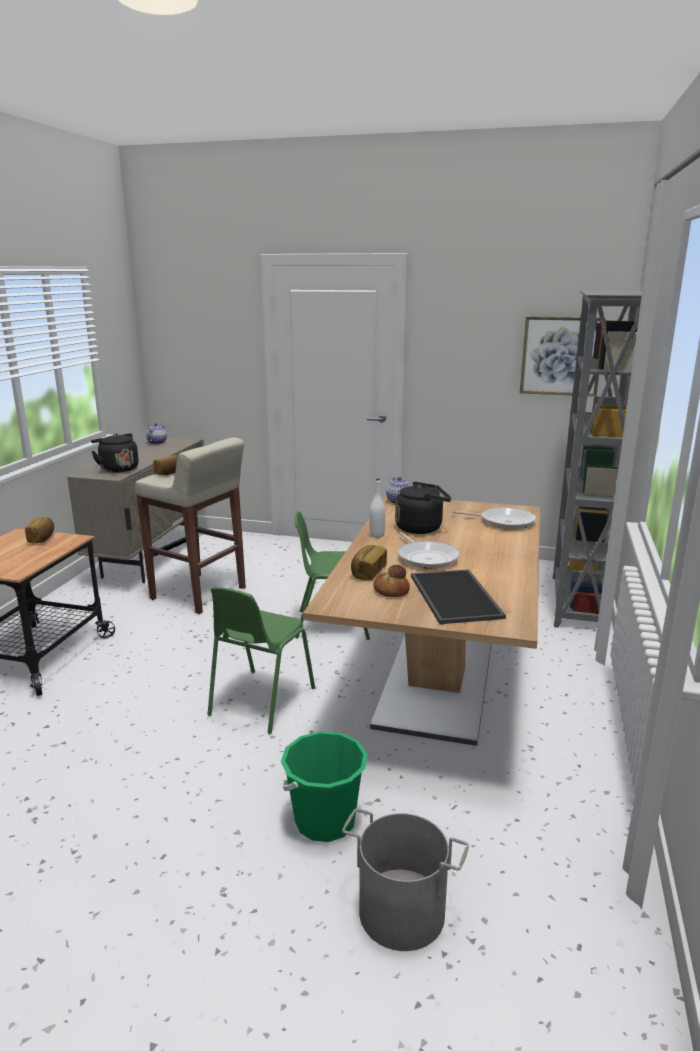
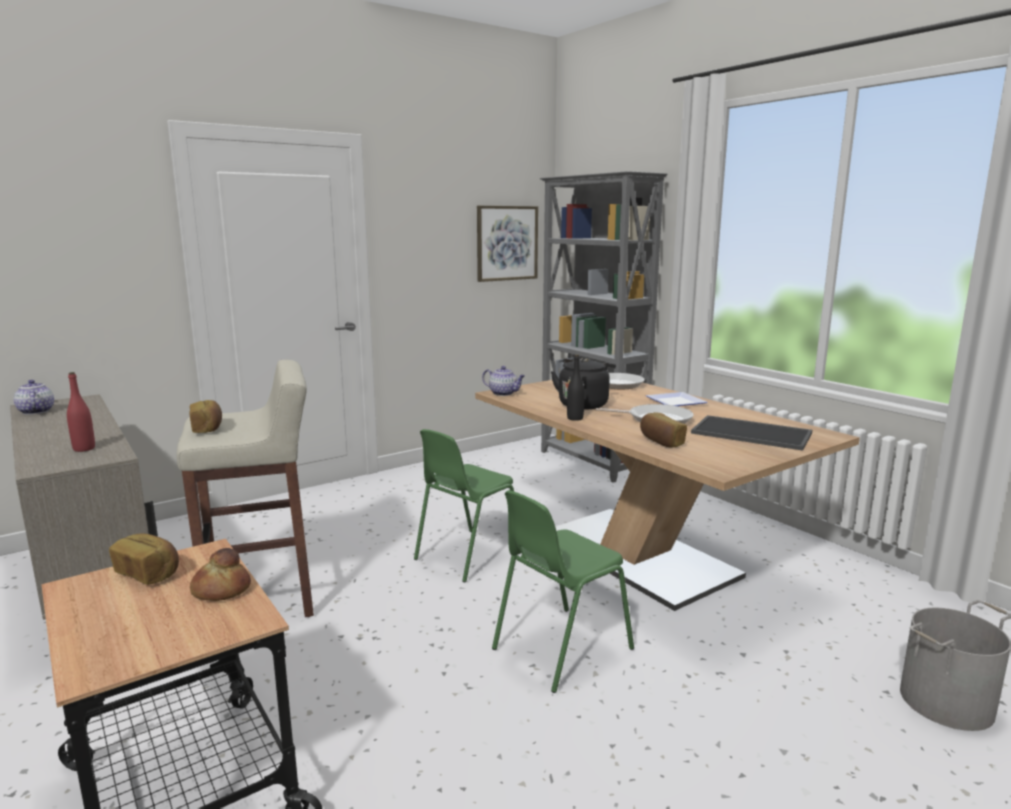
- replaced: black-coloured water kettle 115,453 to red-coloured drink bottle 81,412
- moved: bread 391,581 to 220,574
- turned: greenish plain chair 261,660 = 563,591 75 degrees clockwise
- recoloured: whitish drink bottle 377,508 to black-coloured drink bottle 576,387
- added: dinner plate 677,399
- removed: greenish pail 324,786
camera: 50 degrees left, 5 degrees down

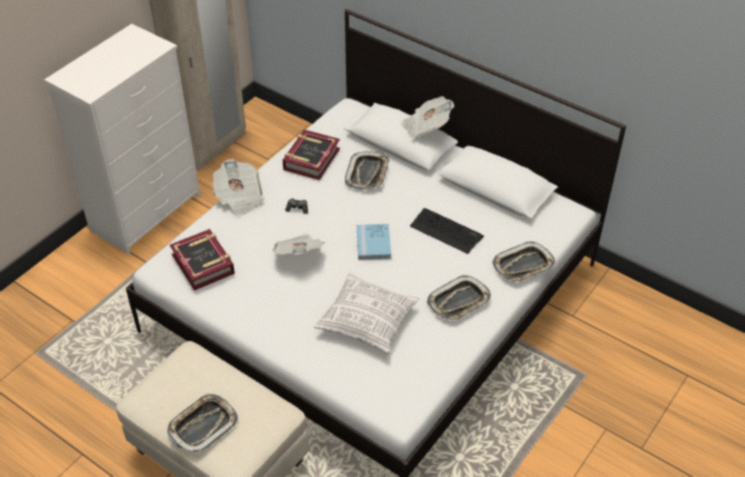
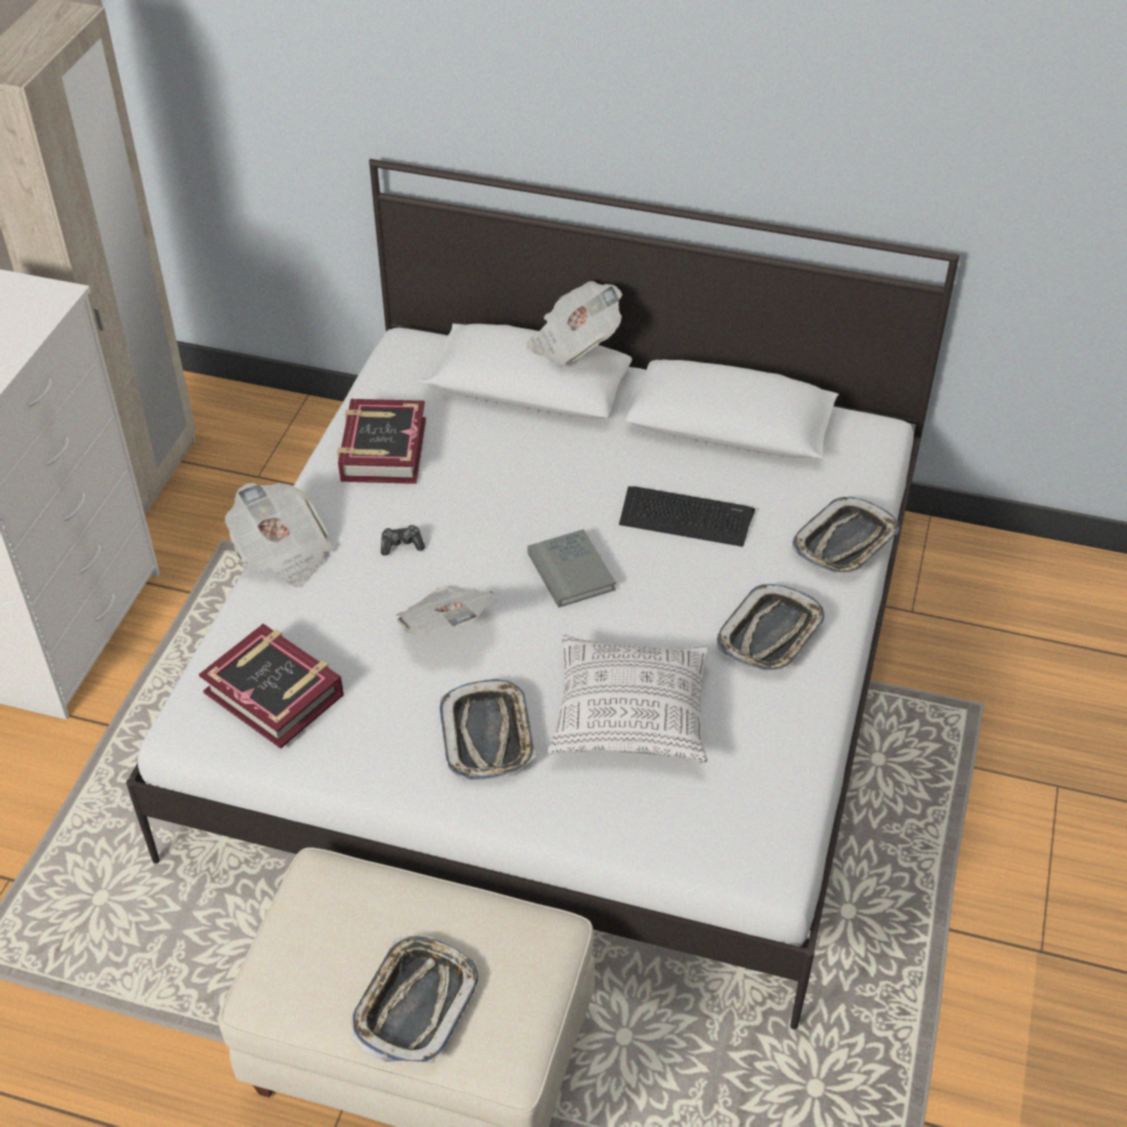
- moved: carrying tray 367,170 to 488,729
- recoloured: bluish volume 374,242 to grey volume 572,568
camera: 20 degrees left, 0 degrees up

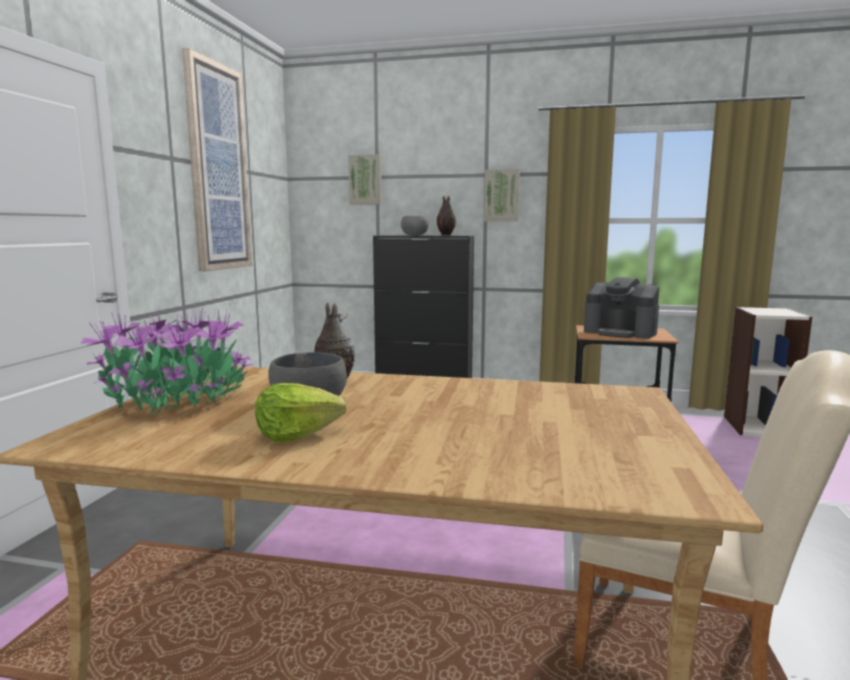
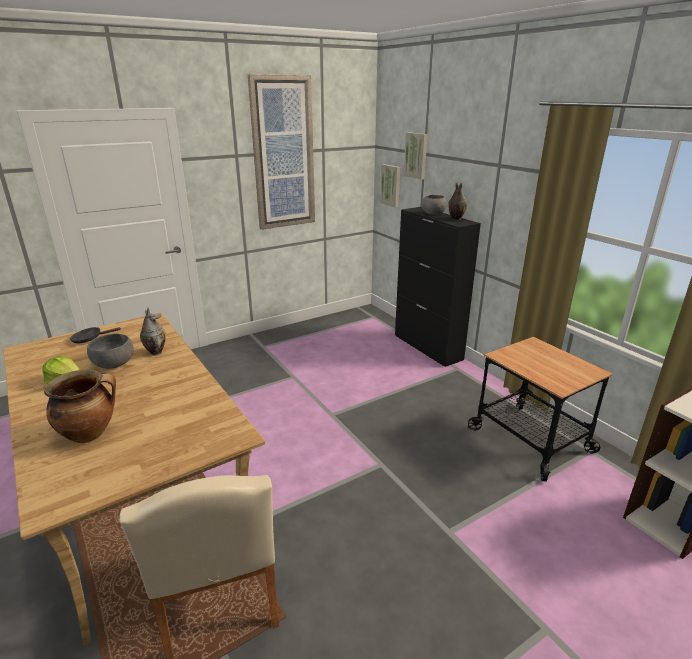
- added: cooking pot 80,406
- replaced: houseplant 167,361 to black-coloured pan 95,335
- moved: picture 502,195 to 390,186
- removed: coffee brewer 621,308
camera: 45 degrees right, 15 degrees up

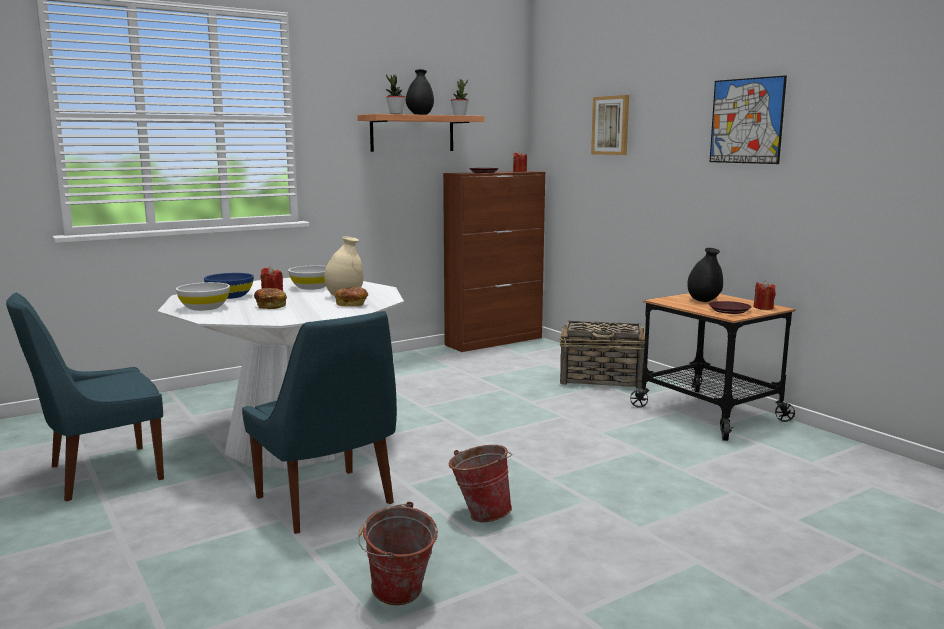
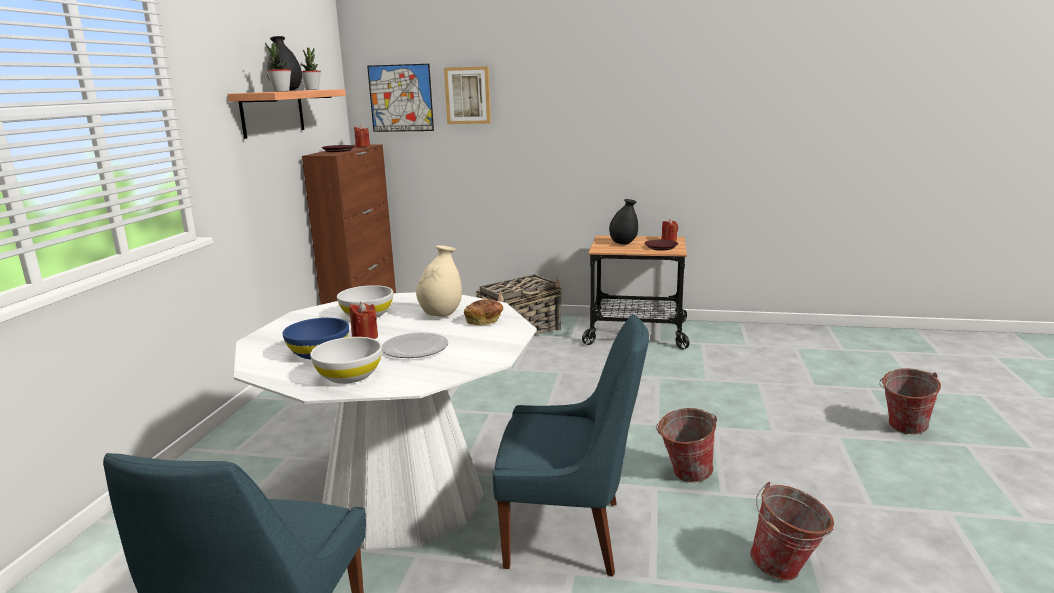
- moved: picture 748,119 to 400,98
- replaced: bread 270,298 to dinner plate 415,345
- added: pail 910,401
camera: 45 degrees left, 5 degrees up

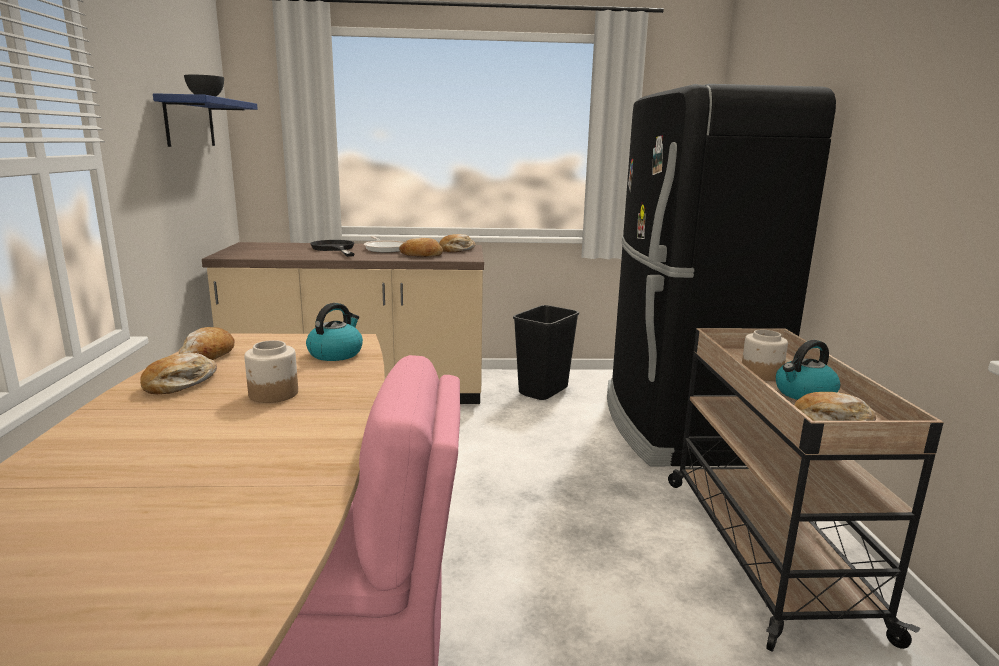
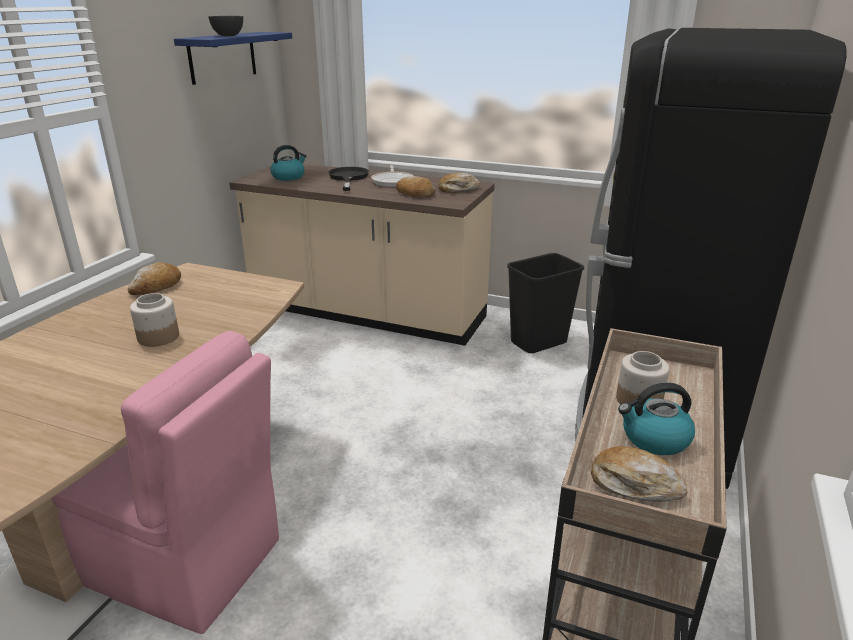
- moved: water kettle 334,332 to 288,163
- removed: bread 178,373
camera: 25 degrees right, 10 degrees up

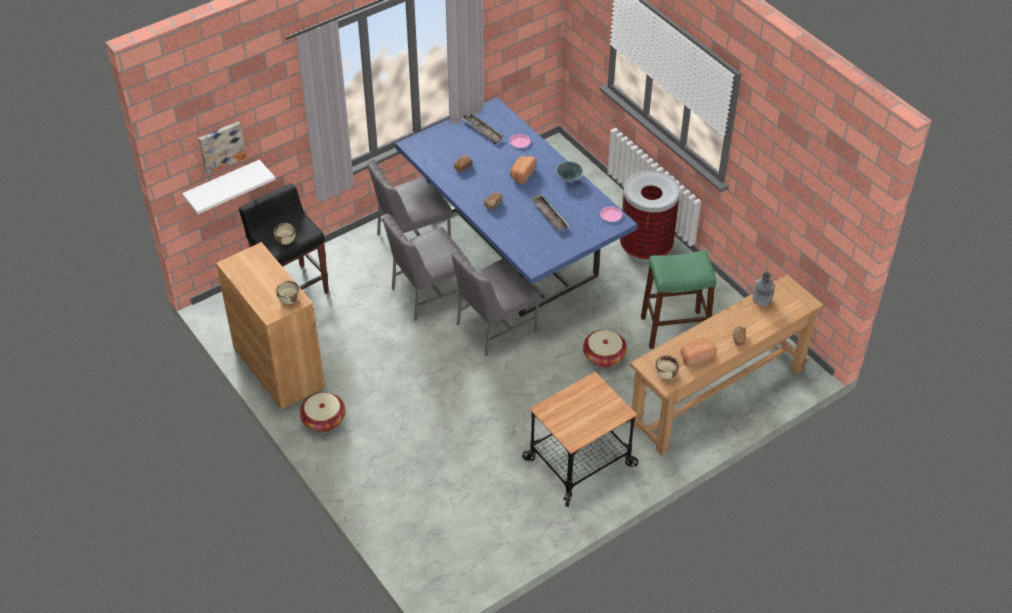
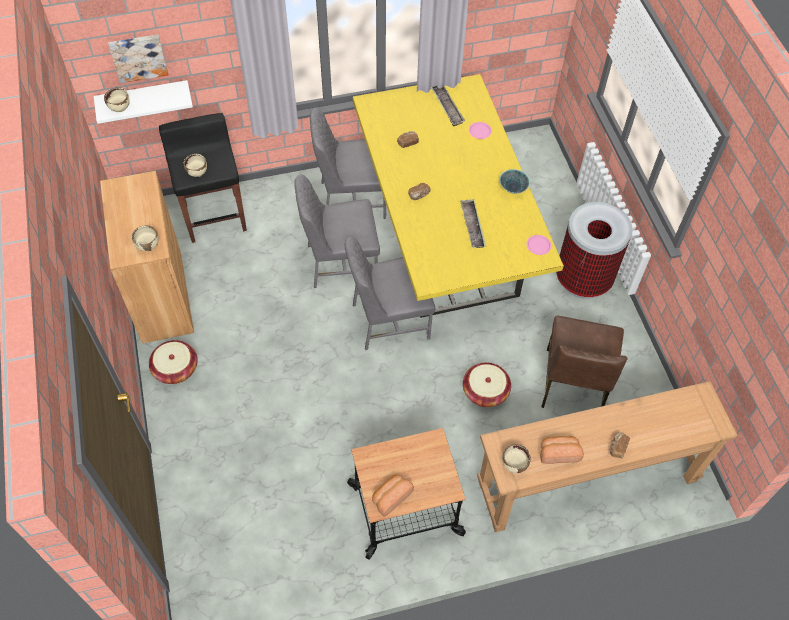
- added: beige bowl 117,99
- recoloured: bluish dinner table 516,207 to yellow dinner table 458,196
- moved: bread 523,170 to 393,496
- replaced: greenish sitting stool 679,299 to brown plain chair 585,362
- removed: grey drink bottle 763,289
camera: 20 degrees right, 10 degrees up

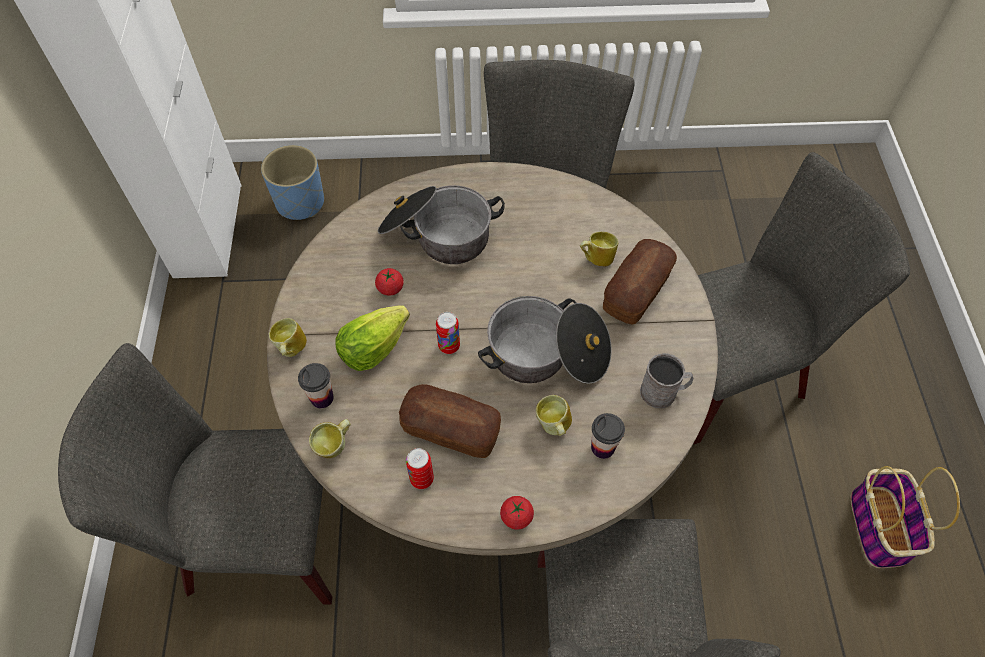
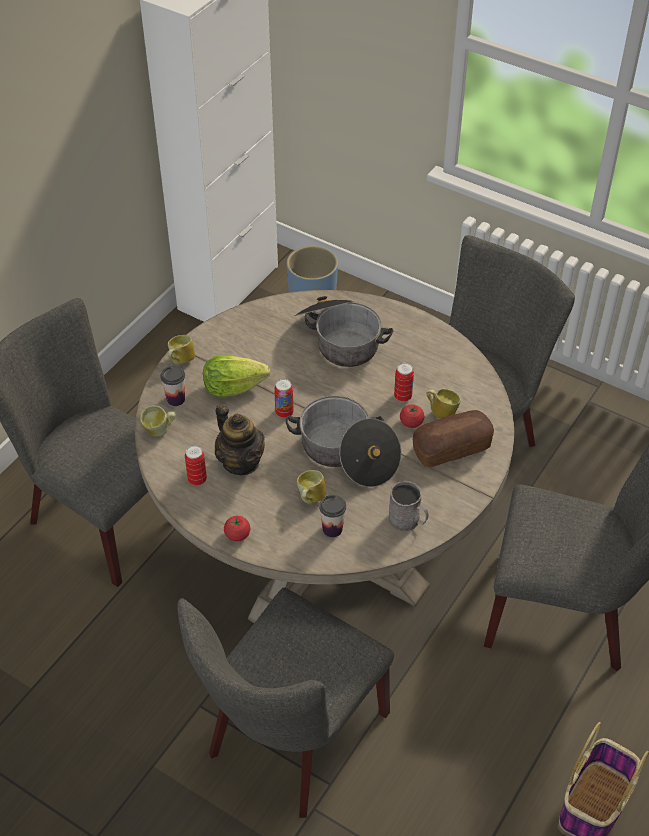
- replaced: bread 450,421 to pot for tea 240,439
- added: sealed can 404,382
- moved: tomato 389,282 to 412,416
camera: 35 degrees right, 10 degrees down

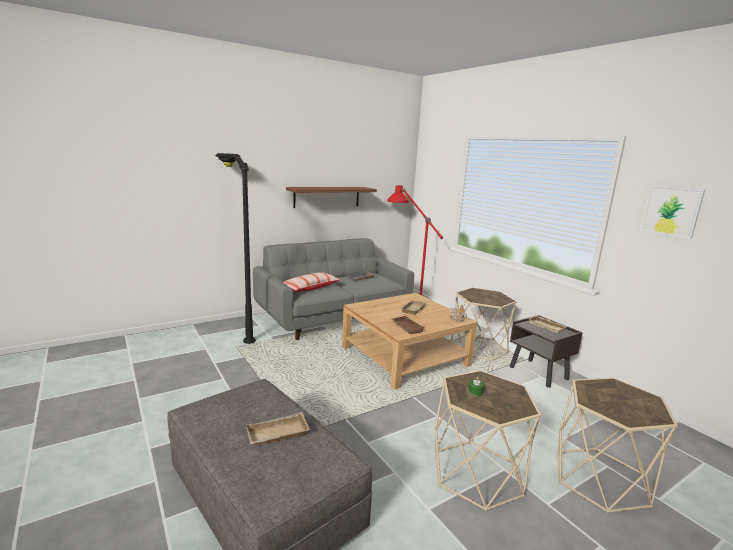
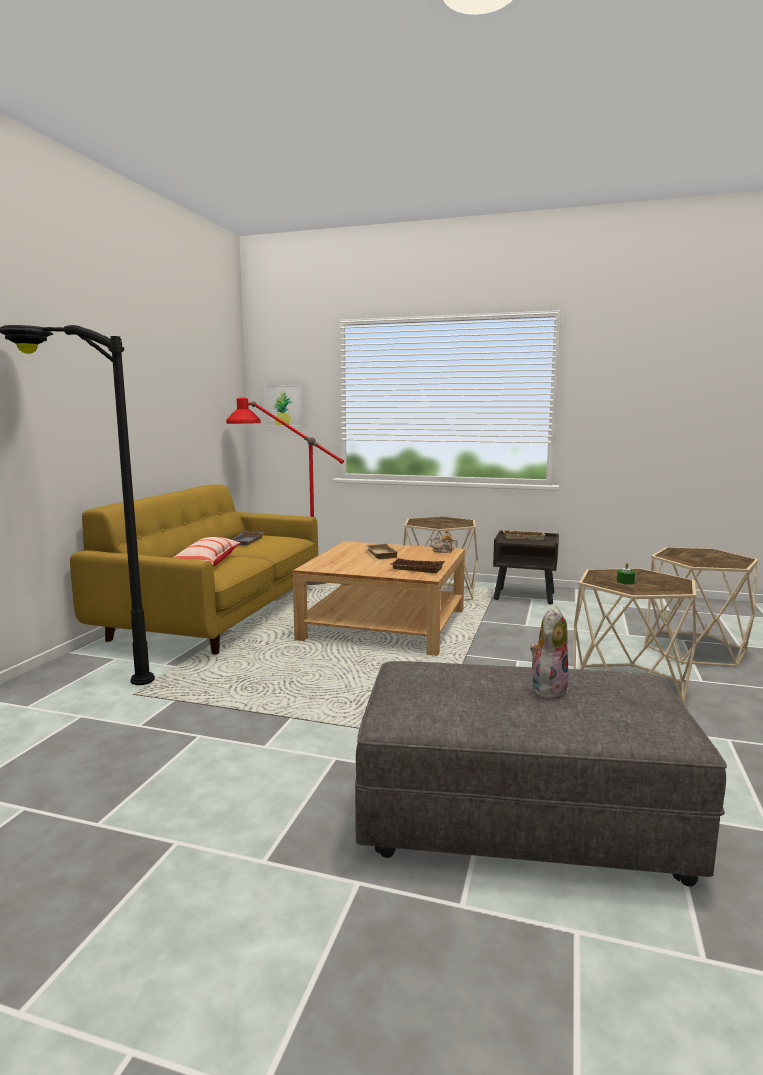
- recoloured: grey settee 333,289 to yellow settee 194,569
- moved: picture 672,212 to 283,406
- replaced: beige carrying tray 278,429 to cuddly toy 549,652
- removed: brown bracket shelf 331,197
camera: 40 degrees left, 5 degrees down

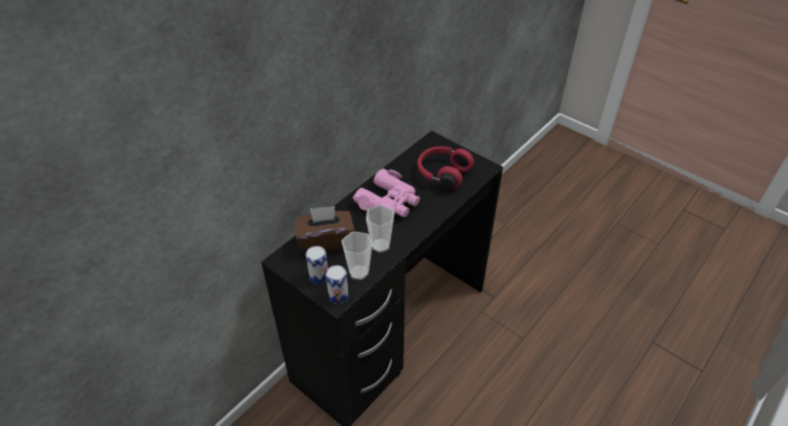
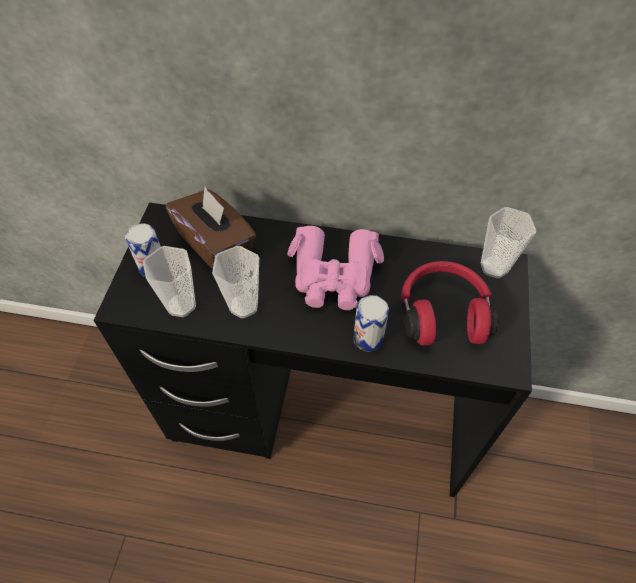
- moved: sealed can 337,284 to 371,323
- added: cup 508,242
camera: 60 degrees right, 10 degrees up

